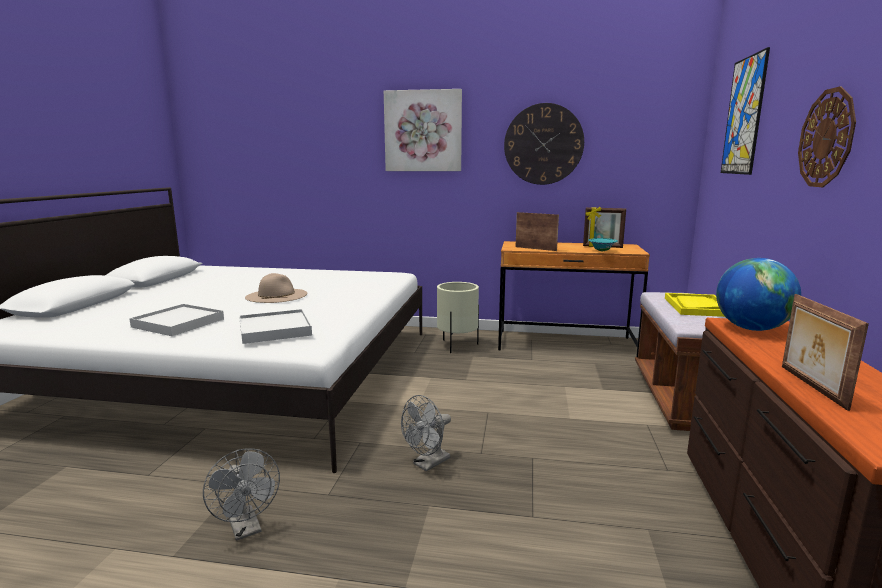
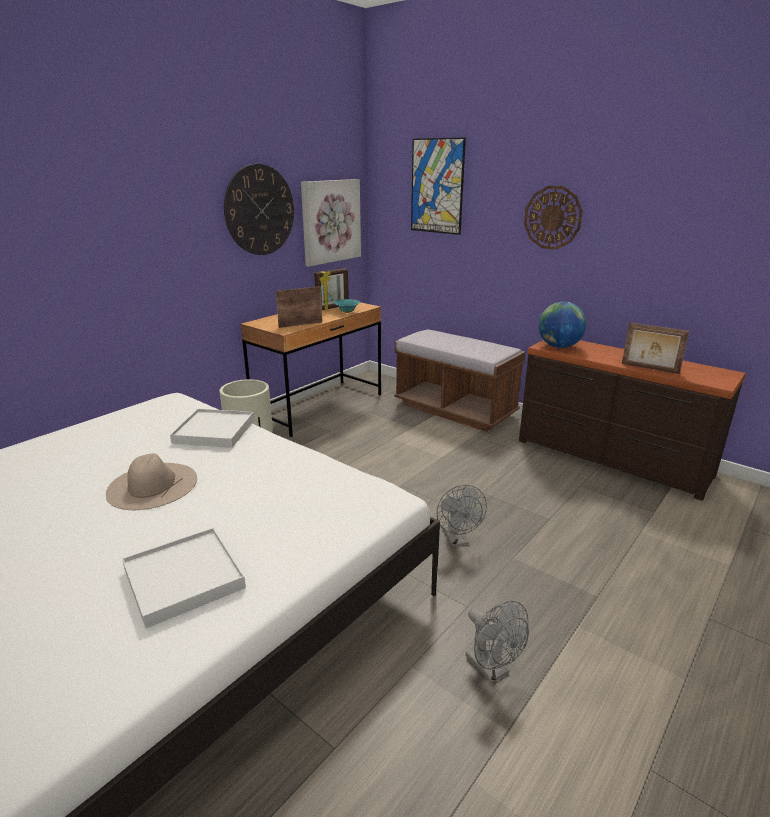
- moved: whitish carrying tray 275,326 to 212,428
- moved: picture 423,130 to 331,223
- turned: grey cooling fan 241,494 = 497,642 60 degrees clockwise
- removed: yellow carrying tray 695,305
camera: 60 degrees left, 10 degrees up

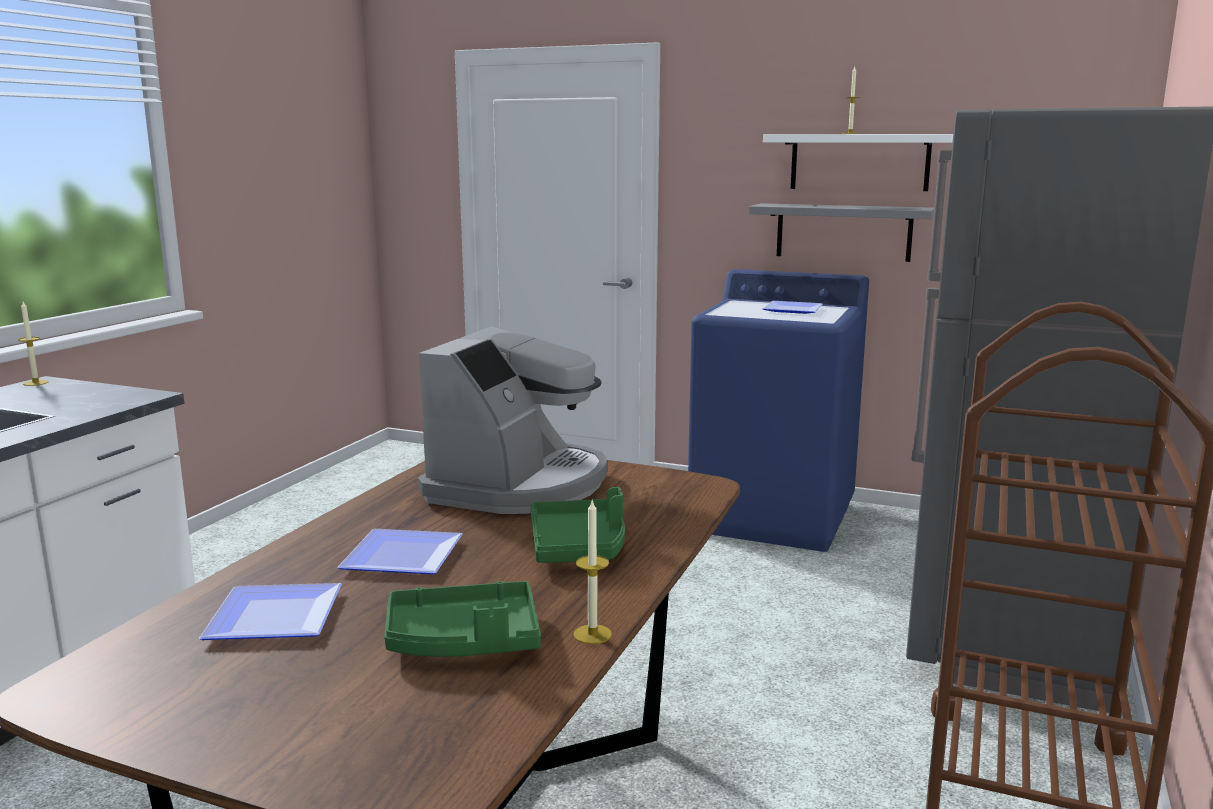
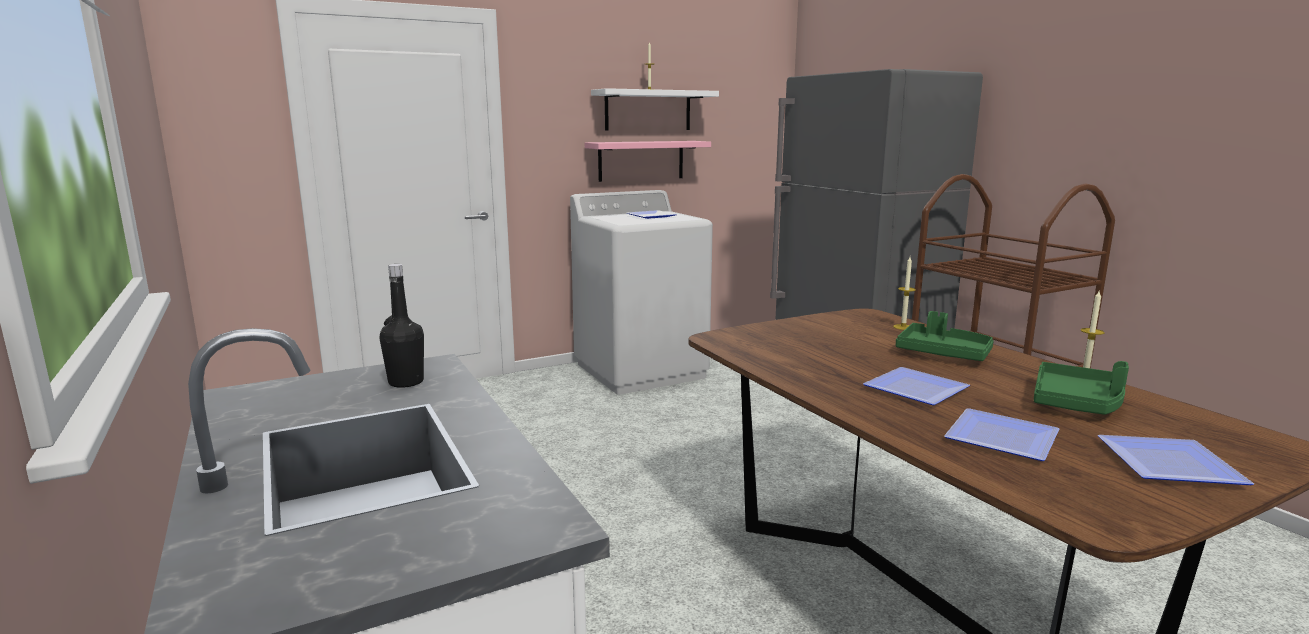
- added: black-coloured drink bottle 402,326
- recoloured: bluish laundry machine 778,410 to whitish laundry machine 641,292
- recoloured: grey bracket shelf 841,232 to pinkish bracket shelf 648,161
- moved: wax light 33,344 to 904,293
- added: dinner plate 1176,460
- removed: coffee brewer 513,420
camera: 50 degrees left, 0 degrees up

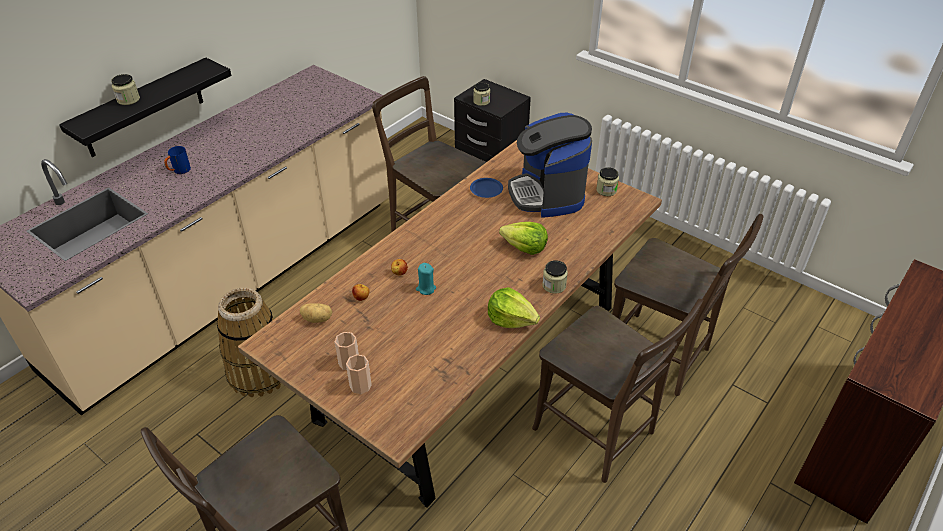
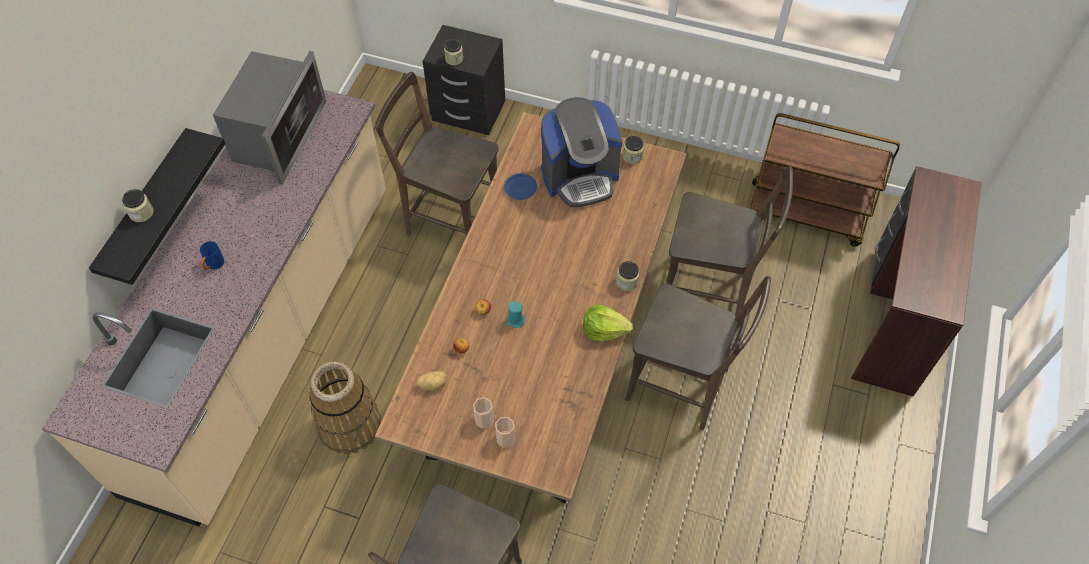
- added: kitchen microwave 269,118
- turned: coffee brewer 550,165 = 581,152 75 degrees counterclockwise
- added: brown wheeled cart 824,180
- removed: lettuce 523,238
camera: 20 degrees left, 15 degrees up

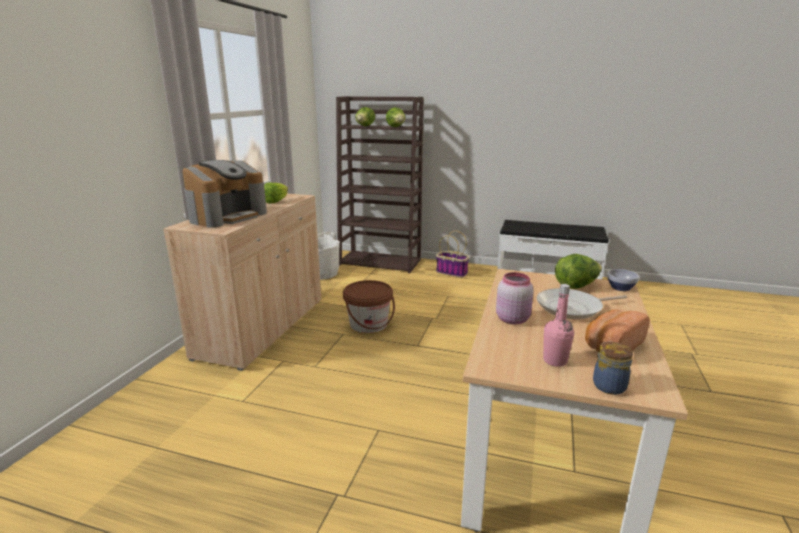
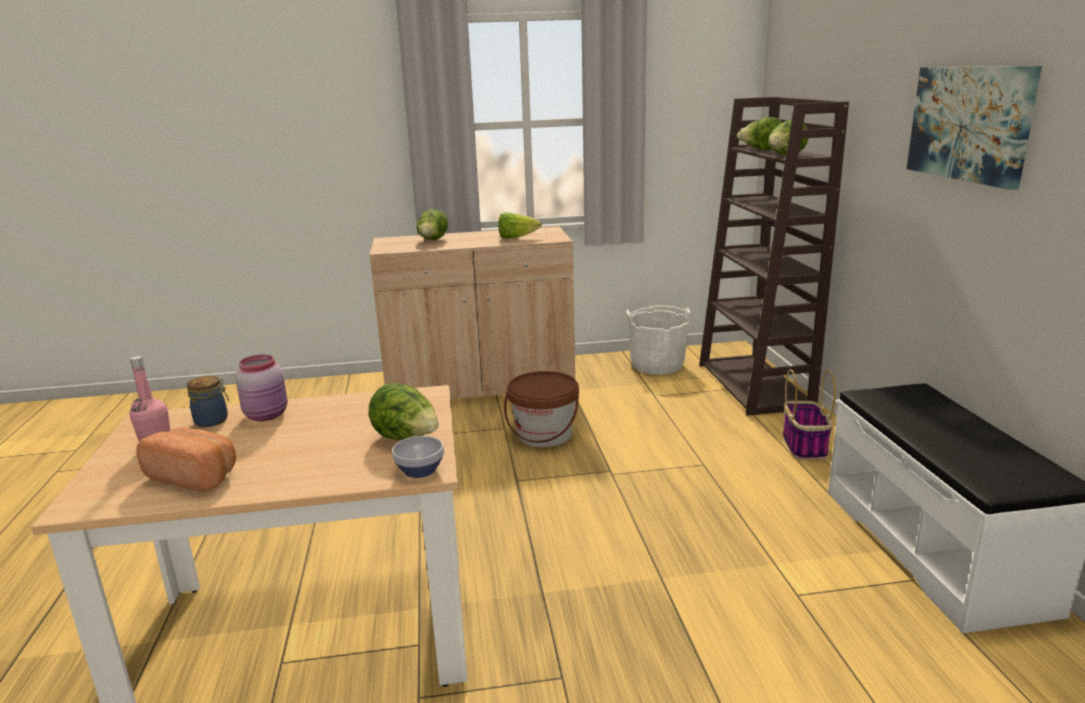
- moved: storage jar 613,368 to 208,401
- replaced: coffee brewer 224,194 to lettuce 432,224
- added: picture 974,128
- removed: pan 582,303
camera: 65 degrees right, 0 degrees up

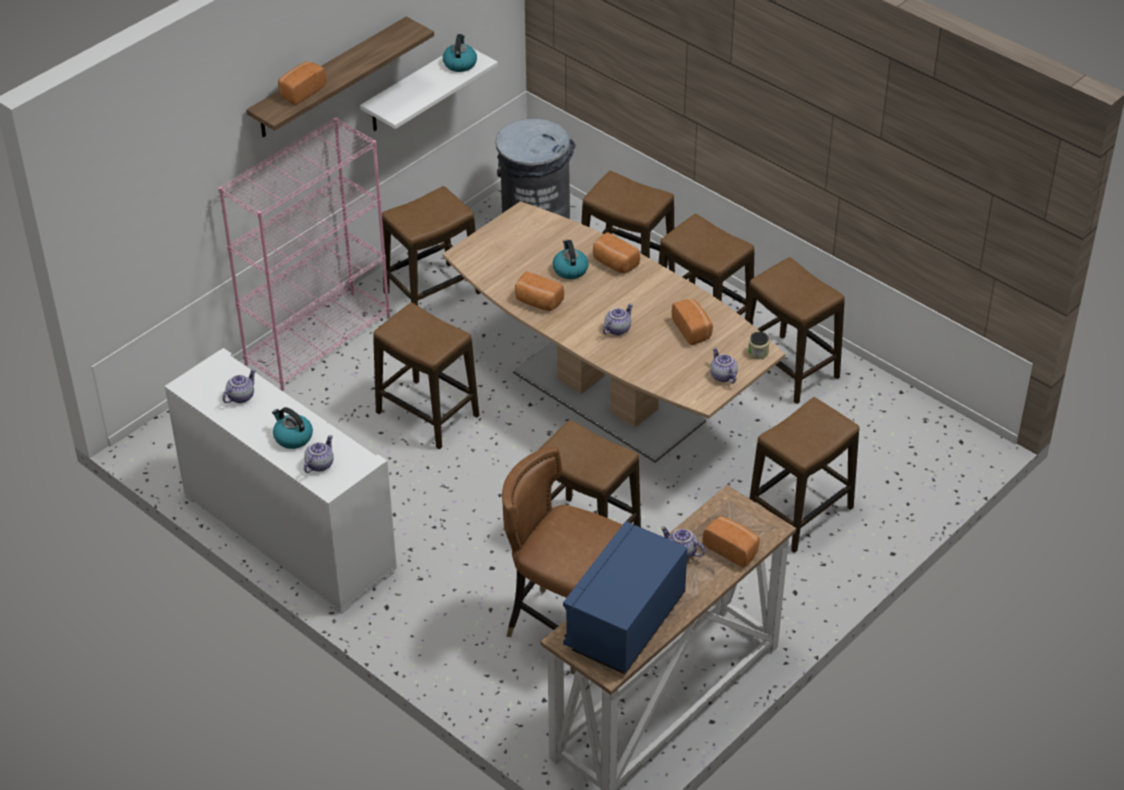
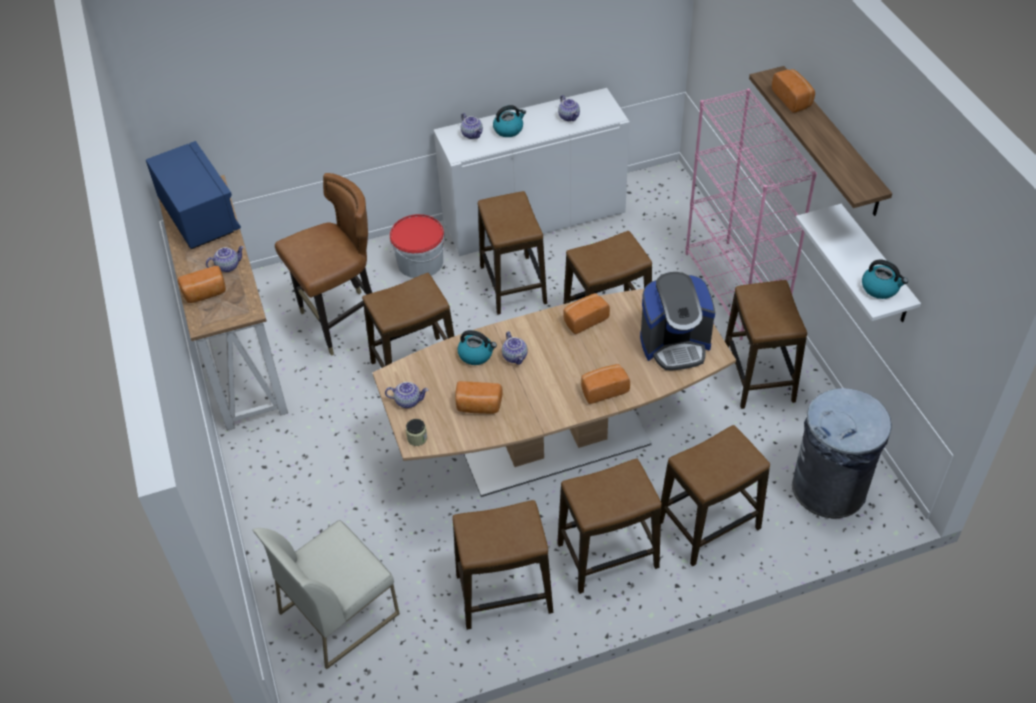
- added: whitish plain chair 326,594
- added: pail 417,246
- moved: water kettle 571,259 to 477,347
- moved: sitting stool 804,475 to 512,252
- added: coffee brewer 677,321
camera: 120 degrees right, 5 degrees up

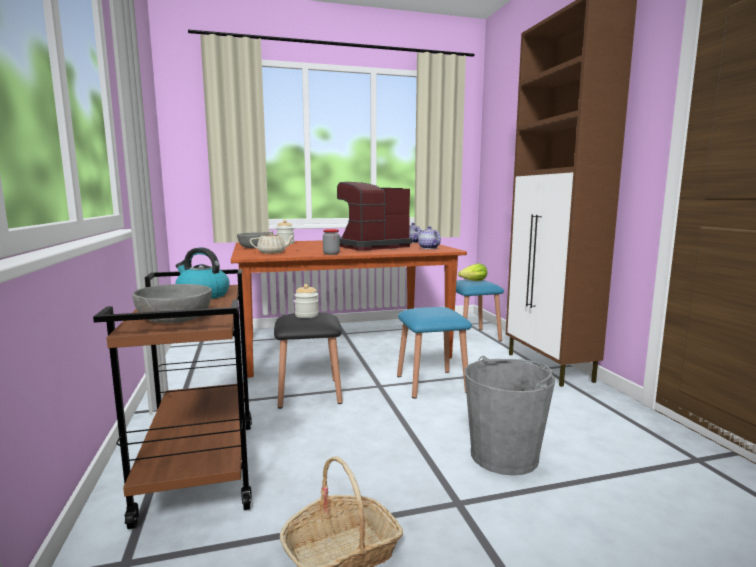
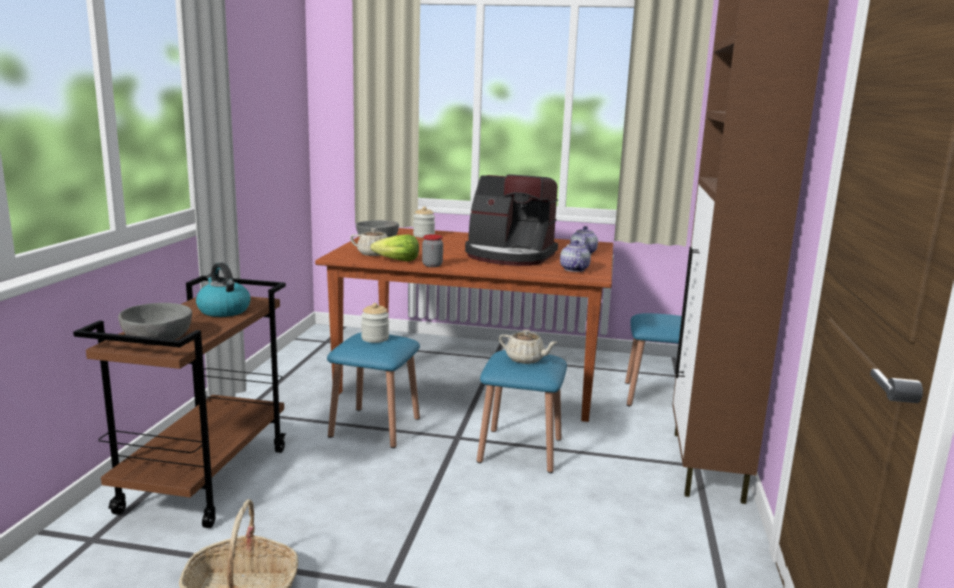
- recoloured: black-coloured sitting stool 308,360 to bluish sitting stool 373,390
- moved: lettuce 472,272 to 394,247
- turned: coffee brewer 374,216 = 511,220 150 degrees counterclockwise
- added: beige pot for tea 528,346
- removed: grey pail 510,416
camera: 25 degrees right, 5 degrees up

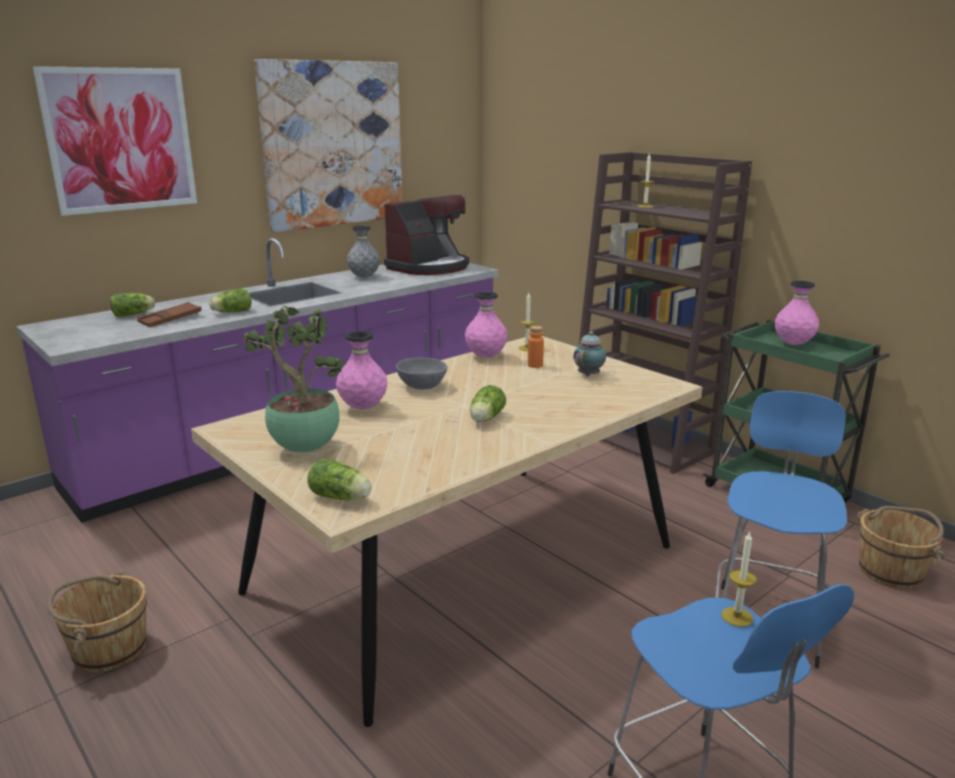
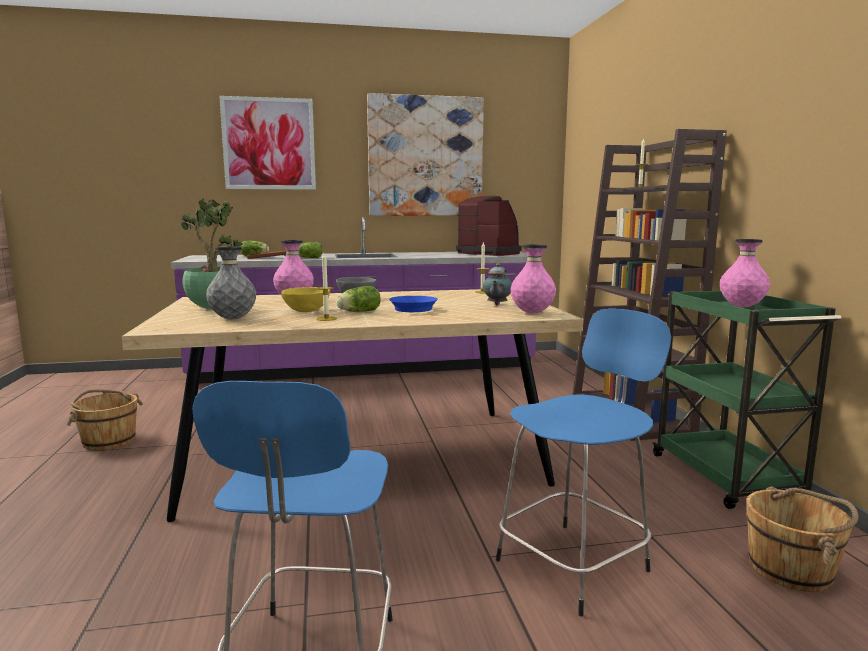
- moved: grey vase 363,252 to 231,283
- added: yellow bowl 305,299
- moved: wax light 739,579 to 326,287
- added: bluish pan 413,304
- turned: coffee brewer 426,235 = 489,226 120 degrees counterclockwise
- turned: pot for tea 589,354 = 497,284 135 degrees clockwise
- moved: pinkish vase 486,325 to 533,279
- removed: lettuce 339,479
- removed: orange-coloured drink bottle 536,347
camera: 30 degrees right, 10 degrees down

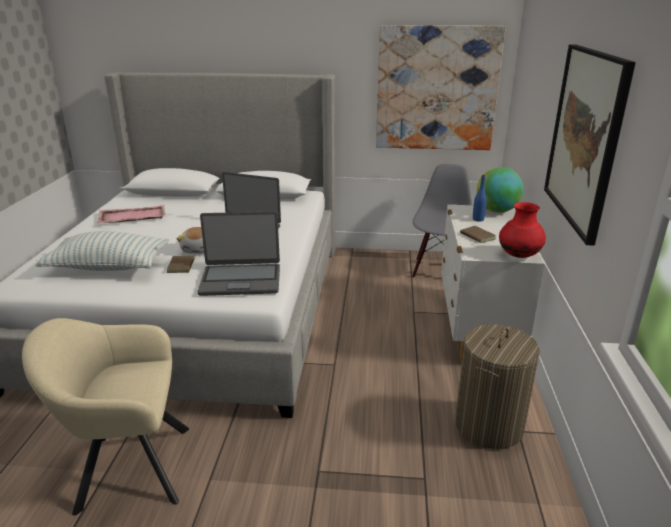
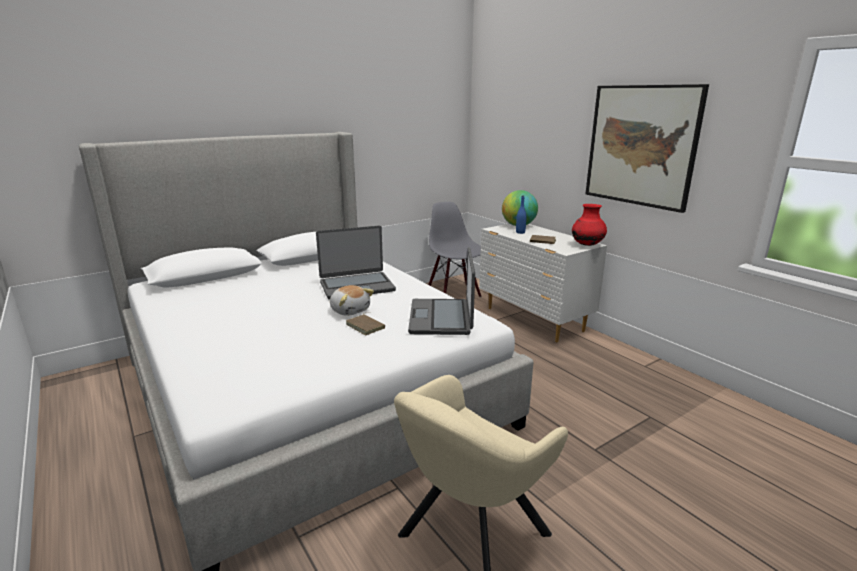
- turned: notebook computer 238,253 = 441,291 135 degrees clockwise
- removed: cushion 102,251
- removed: pinkish carrying tray 131,214
- removed: picture 441,87
- removed: laundry basket 497,386
camera: 40 degrees left, 5 degrees down

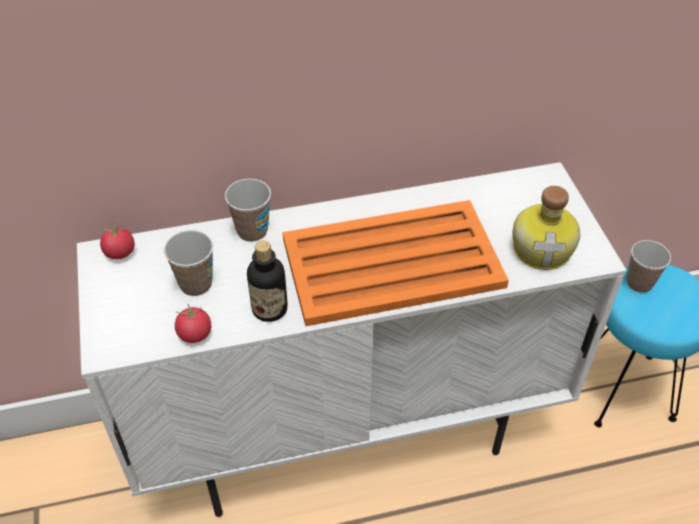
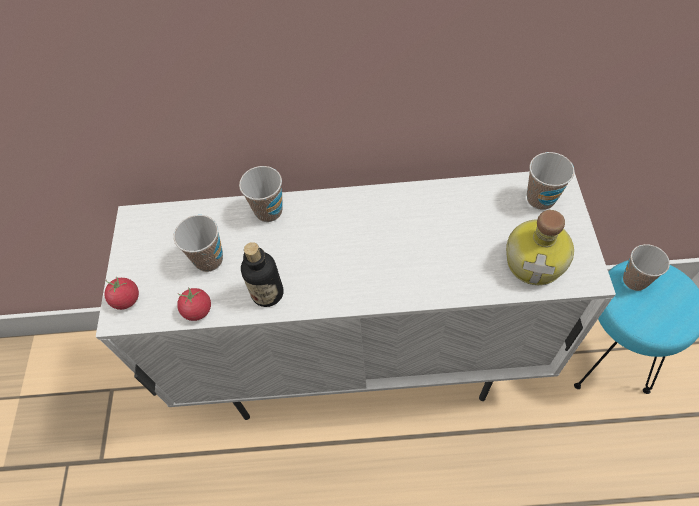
- moved: tomato 117,241 to 121,293
- added: cup 551,181
- removed: orange-coloured carrying tray 396,263
camera: 15 degrees right, 10 degrees up

